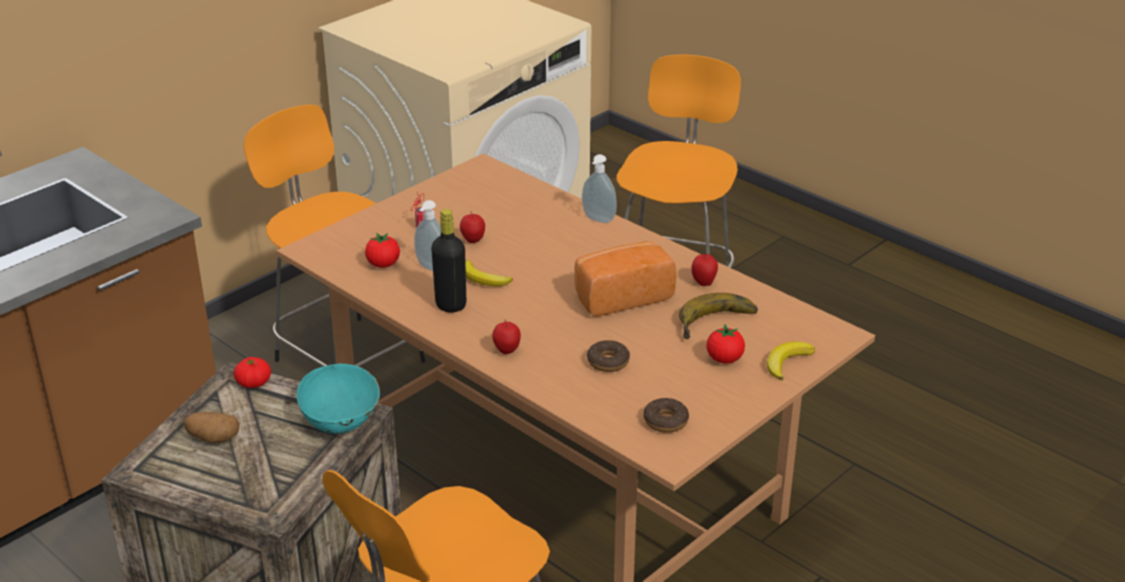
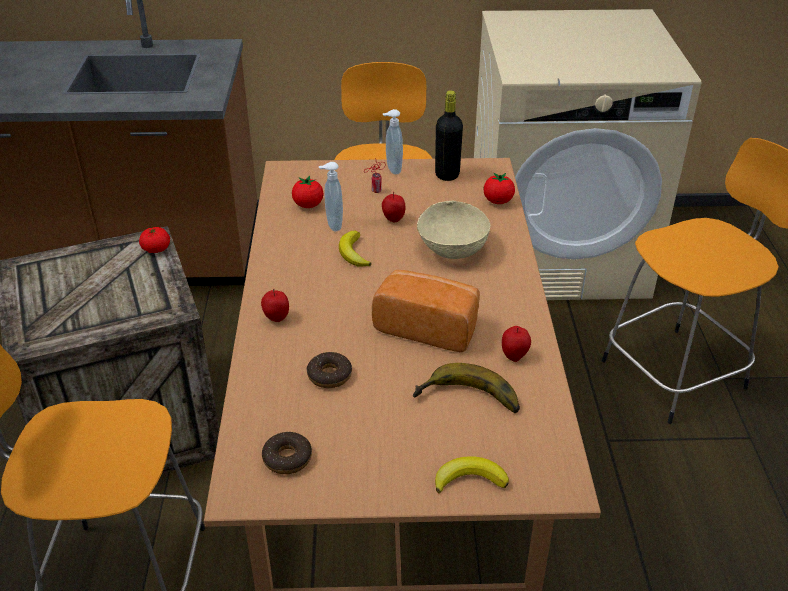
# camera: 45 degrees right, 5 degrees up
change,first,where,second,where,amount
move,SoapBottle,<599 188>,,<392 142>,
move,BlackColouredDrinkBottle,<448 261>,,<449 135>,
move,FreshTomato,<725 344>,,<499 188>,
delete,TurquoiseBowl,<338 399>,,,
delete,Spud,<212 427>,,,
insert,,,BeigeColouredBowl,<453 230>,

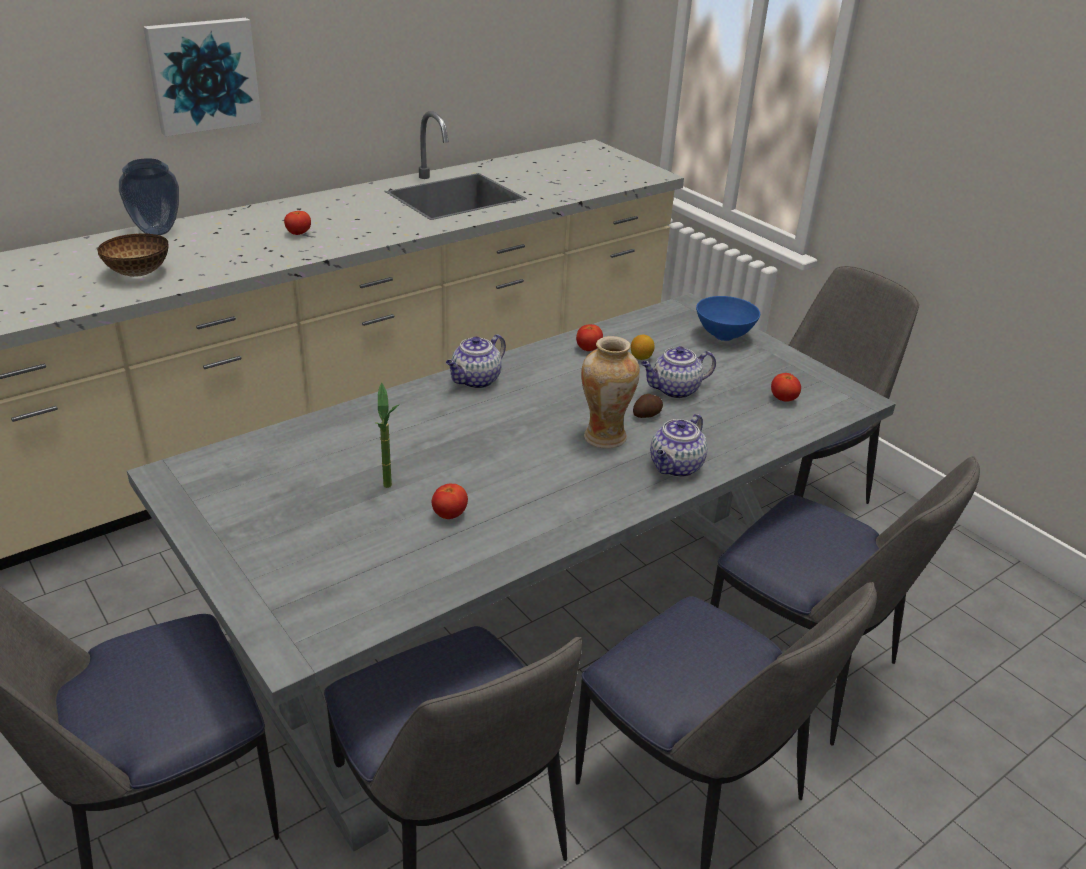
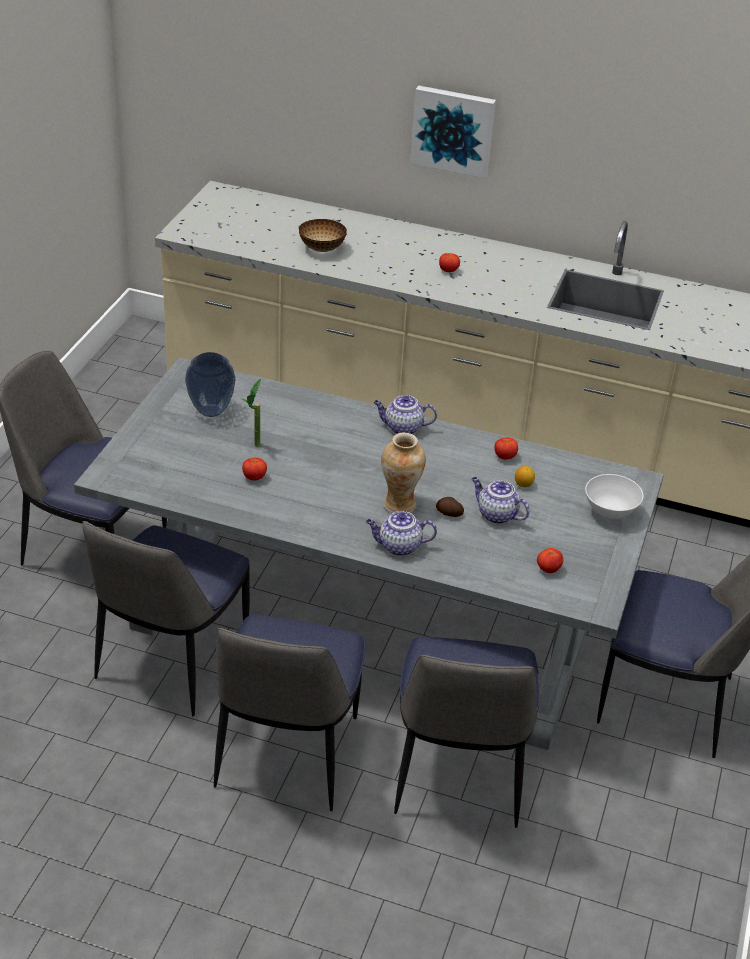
# camera: 55 degrees right, 5 degrees up
change,first,where,second,where,amount
move,DecorativeVase,<149 196>,,<210 384>,
recolor,BlueBowl,<728 318>,WhiteBowl,<614 496>,

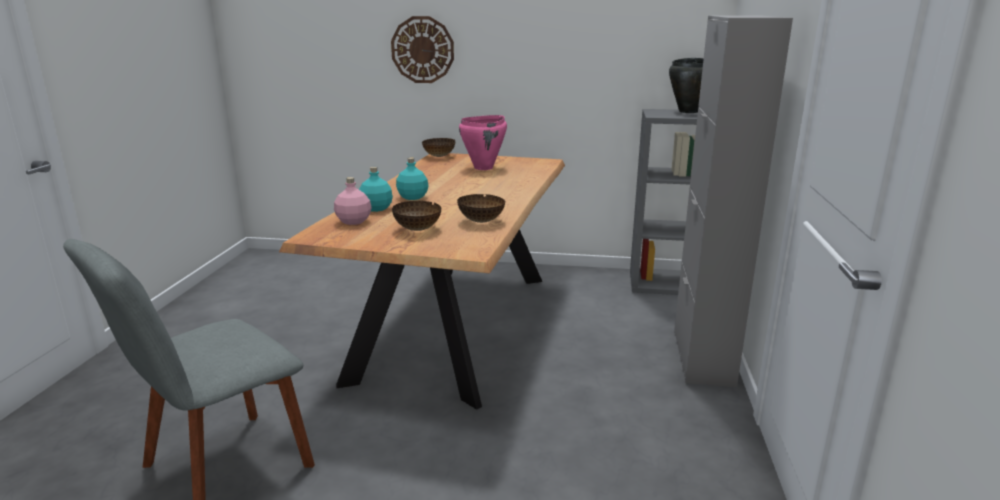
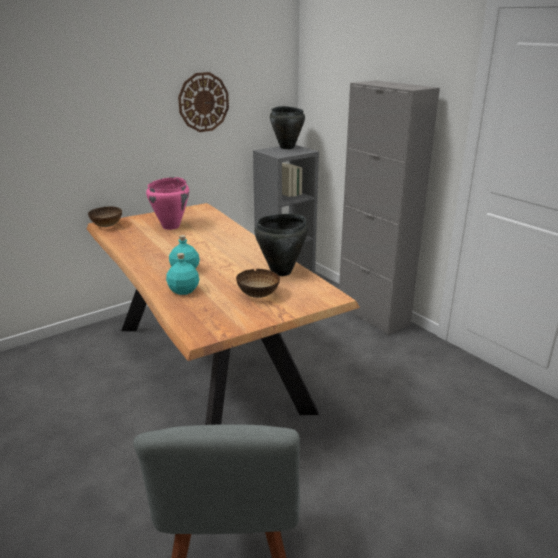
# camera: 45 degrees left, 5 degrees up
change,first,where,second,where,amount
move,WallClock,<422 49>,,<203 102>,
delete,PinkDrinkBottle,<353 201>,,,
replace,Bowl,<481 208>,BlackColouredSaucepot,<281 245>,

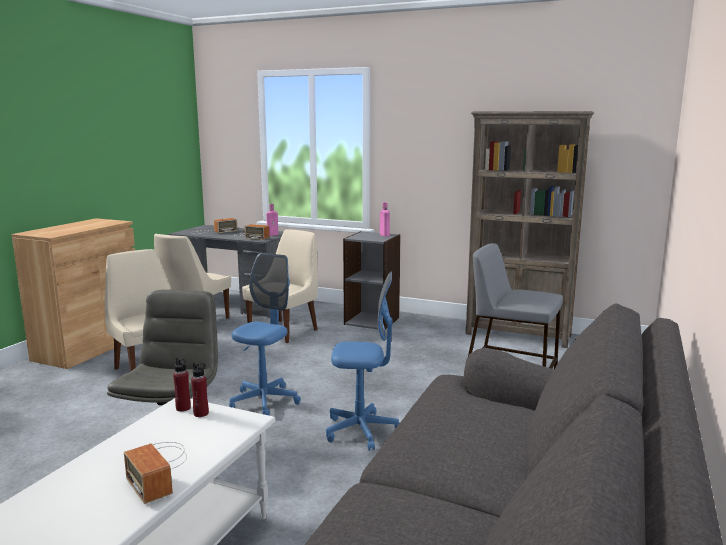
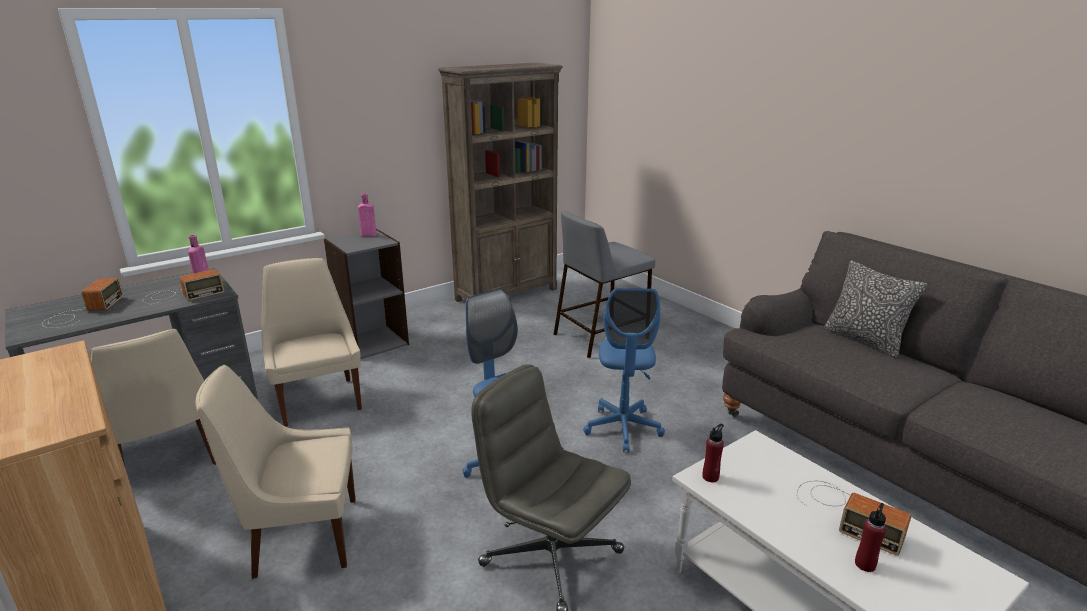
# camera: 60 degrees left, 10 degrees up
change,first,where,second,where,amount
rotate,BlueOfficeChair,<362 361>,,<624 370>,150 degrees clockwise
move,RedColouredDrinkBottle,<200 390>,,<870 537>,
rotate,RadioSet,<155 473>,,<854 518>,45 degrees clockwise
insert,,,Pillow,<875 309>,

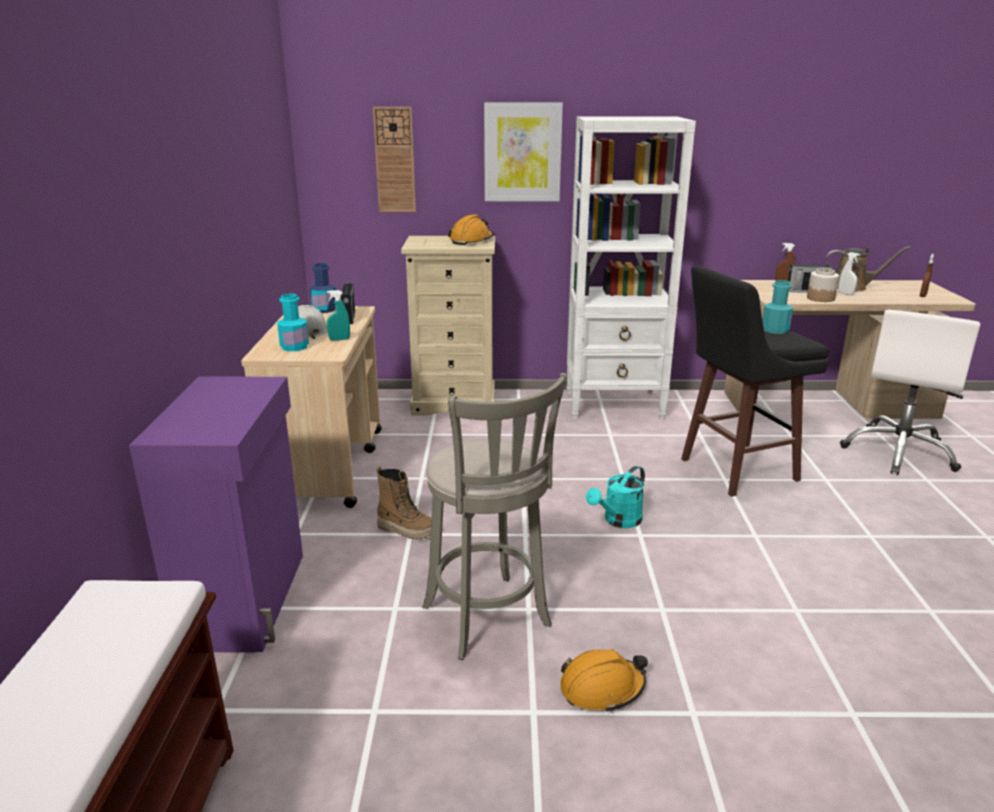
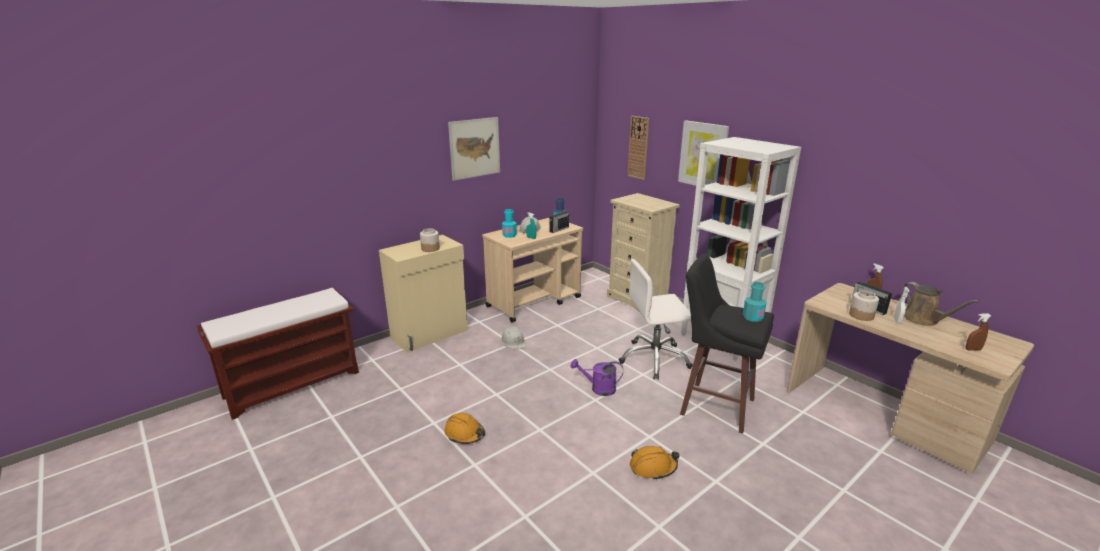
# camera: 50 degrees right, 0 degrees up
change,first,where,second,where,amount
move,OrangeSafetyHelmet,<470 229>,,<655 463>,
move,WhiteOfficeChair,<910 392>,,<656 319>,
delete,GreyishSittingStool,<494 516>,,,
recolor,PurpleCupboard,<216 514>,BeigeColouredCupboard,<423 293>,
replace,Boot,<403 503>,WhiteSafetyHelmet,<513 338>,
recolor,TurquoiseWateringPot,<615 497>,PurpleWateringPot,<597 377>,
insert,,,WallArt,<474 149>,
insert,,,Jar,<430 240>,

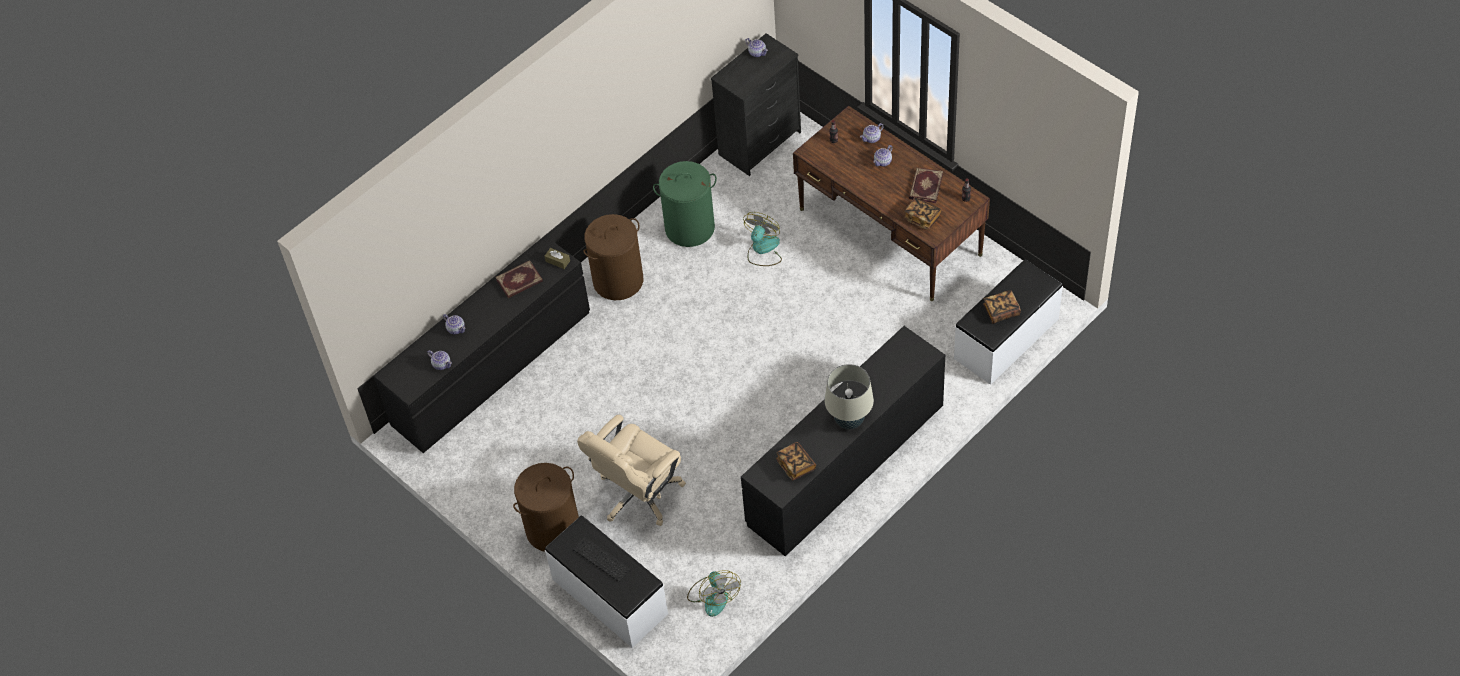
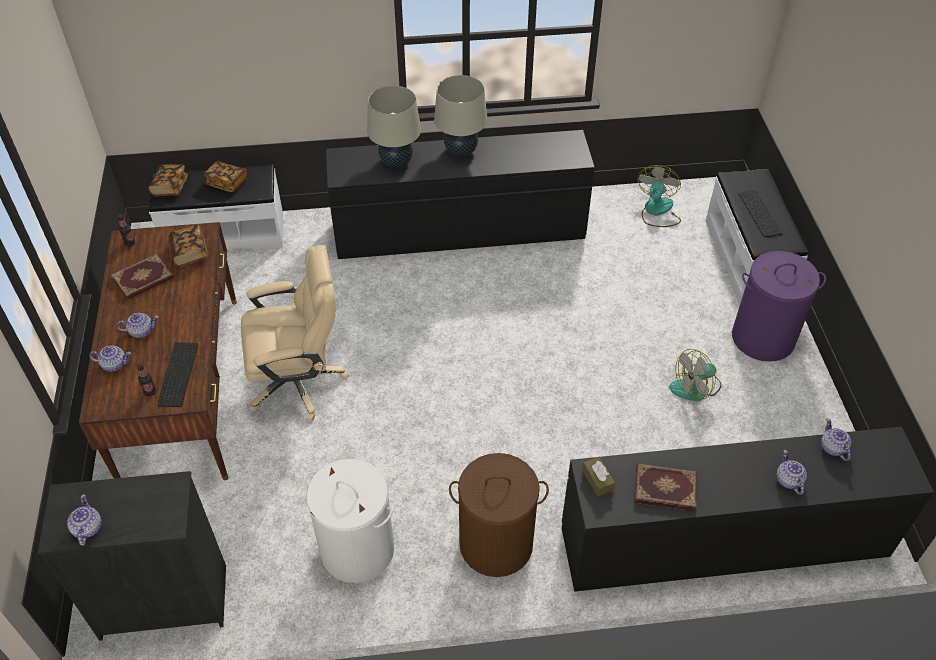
# camera: 145 degrees left, 5 degrees down
change,first,where,second,where,amount
recolor,GreenishHamper,<685 204>,WhiteHamper,<348 521>,
move,CoolingFan,<762 239>,,<695 375>,
move,BeigeColouredOfficeChair,<631 470>,,<295 333>,
move,Volume,<796 461>,,<168 180>,
recolor,BrownColouredHamper,<546 507>,PurpleHamper,<779 306>,
insert,,,BeigeColouredTabletopLamp,<394 126>,
insert,,,Keyboard,<177 374>,

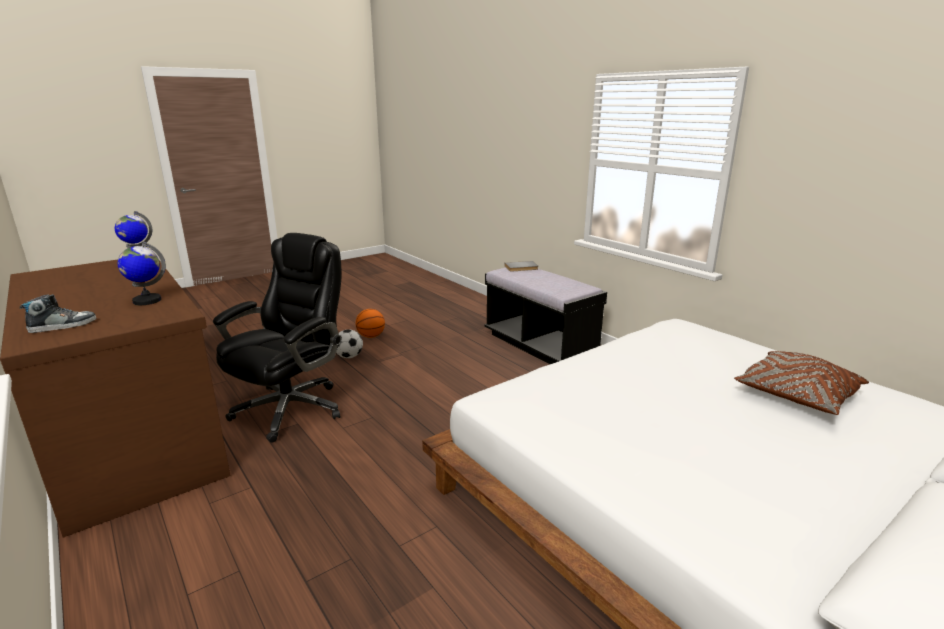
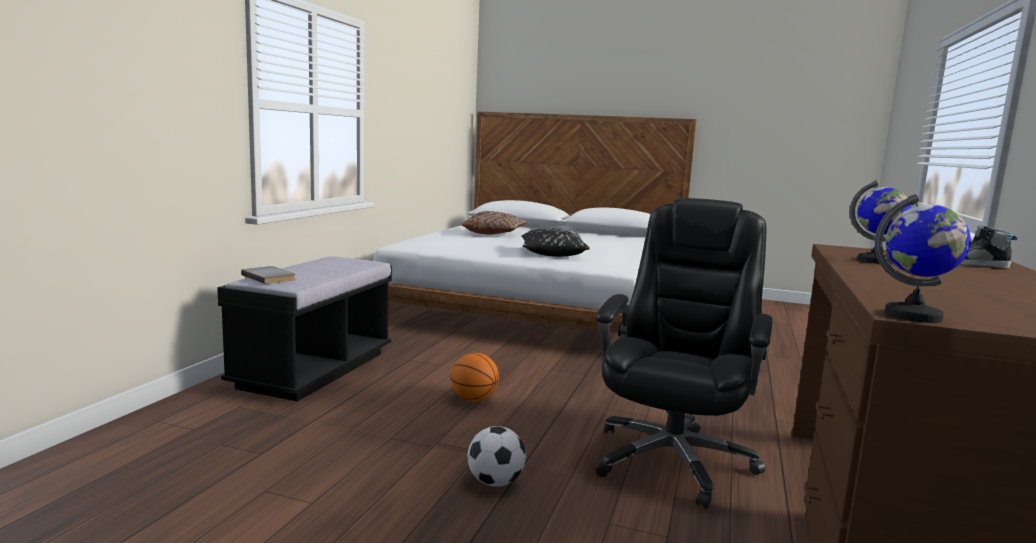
# camera: 125 degrees left, 10 degrees down
change,first,where,second,where,amount
rotate,BlackColouredOfficeChair,<277 338>,,<684 353>,120 degrees clockwise
move,Basketball,<370 323>,,<475 377>,
insert,,,BlackColouredPillow,<555 242>,

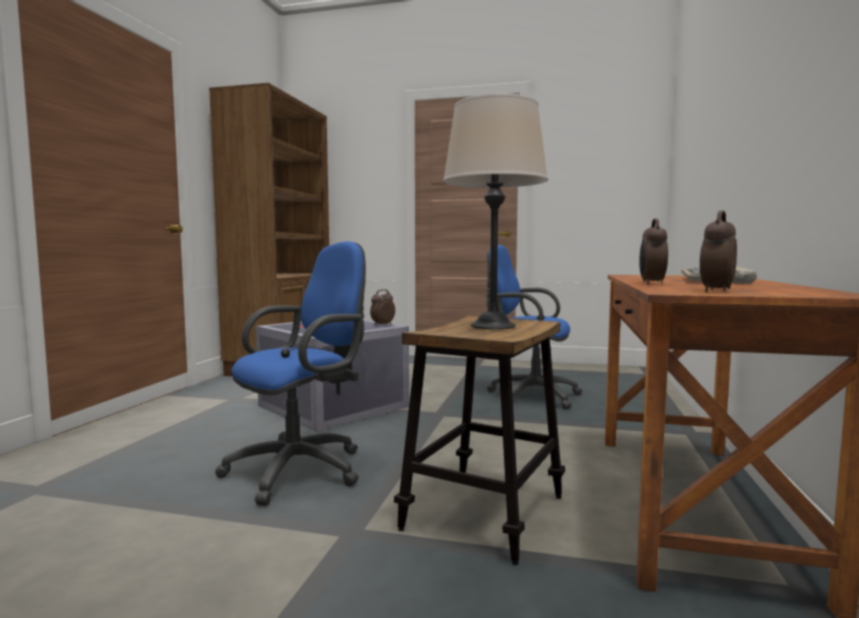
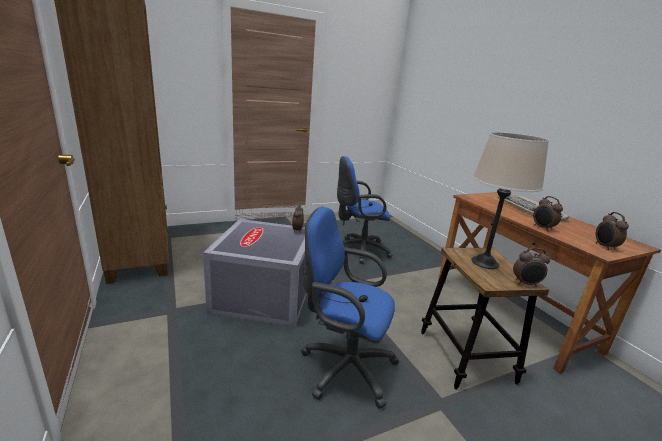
# camera: 40 degrees left, 15 degrees up
change,first,where,second,where,amount
rotate,BlueOfficeChair,<290 373>,,<350 308>,75 degrees counterclockwise
insert,,,BedsideClock,<531 267>,

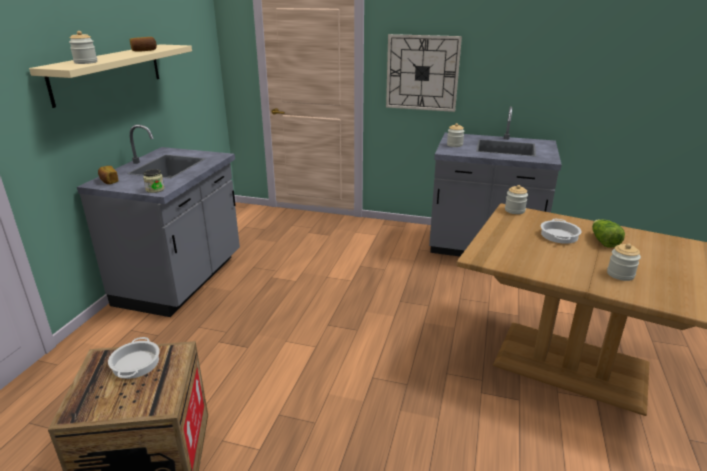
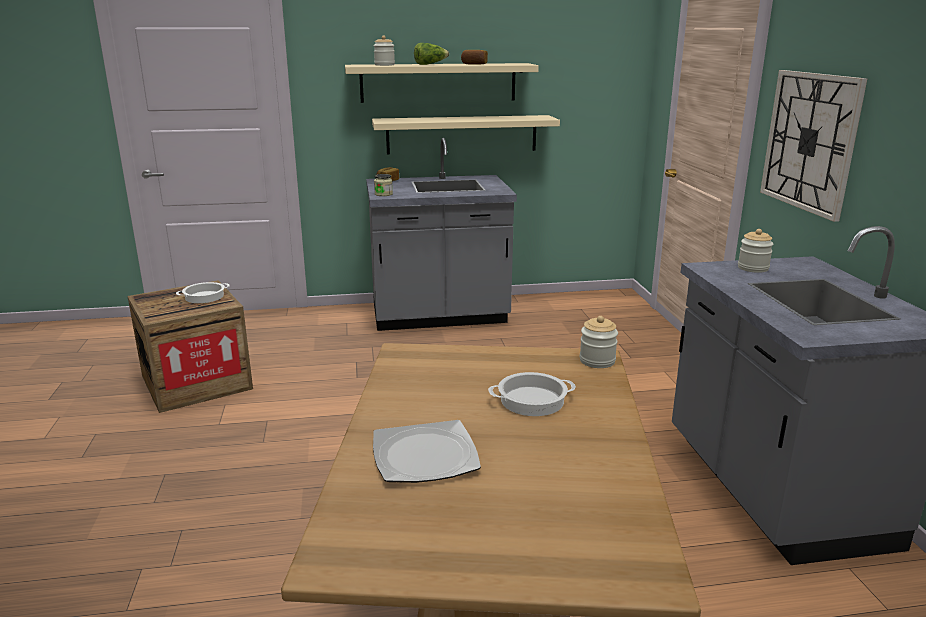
# camera: 65 degrees right, 5 degrees down
change,first,where,second,where,amount
move,HeadOfLettuce,<608 233>,,<431 54>,
replace,Jar,<624 262>,DinnerPlate,<427 451>,
insert,,,BeigeColouredBracketShelf,<466 135>,

